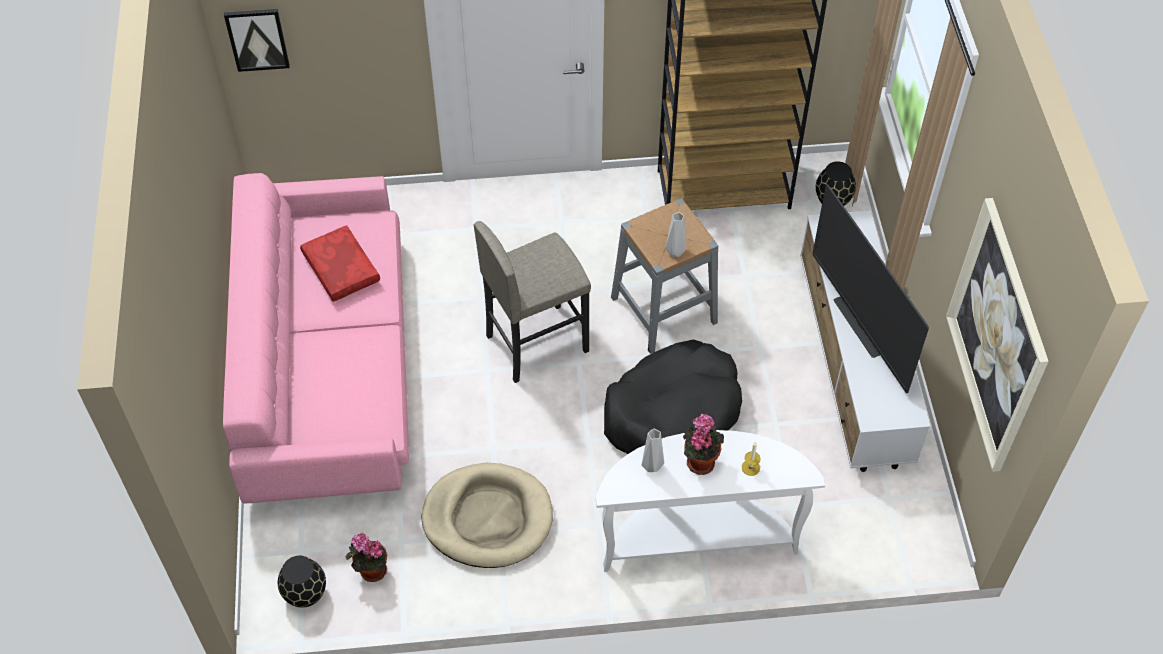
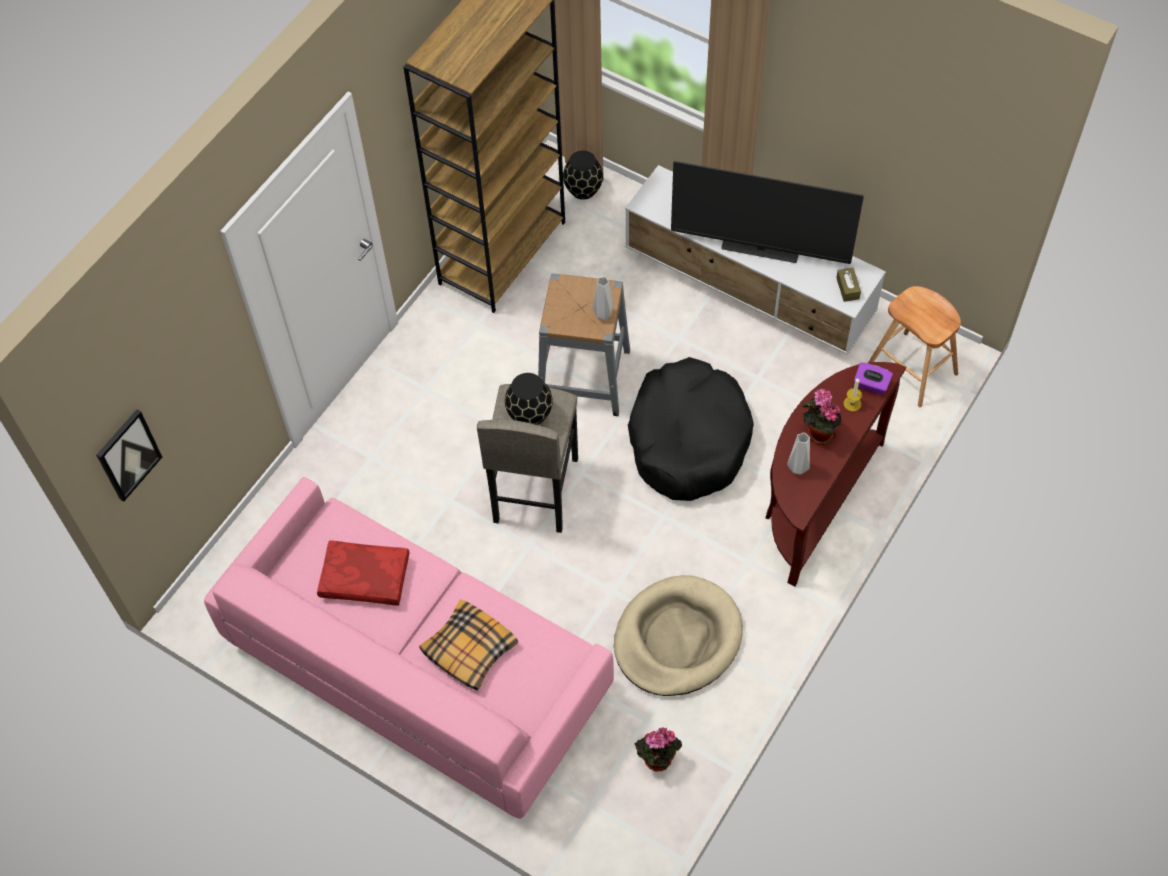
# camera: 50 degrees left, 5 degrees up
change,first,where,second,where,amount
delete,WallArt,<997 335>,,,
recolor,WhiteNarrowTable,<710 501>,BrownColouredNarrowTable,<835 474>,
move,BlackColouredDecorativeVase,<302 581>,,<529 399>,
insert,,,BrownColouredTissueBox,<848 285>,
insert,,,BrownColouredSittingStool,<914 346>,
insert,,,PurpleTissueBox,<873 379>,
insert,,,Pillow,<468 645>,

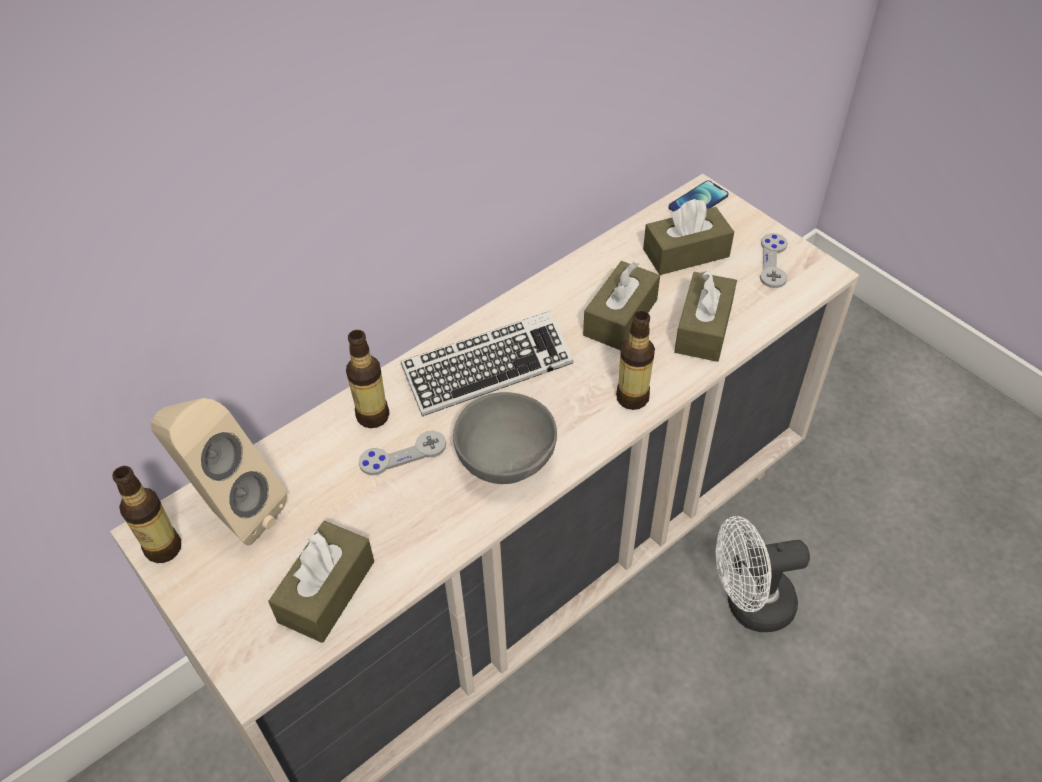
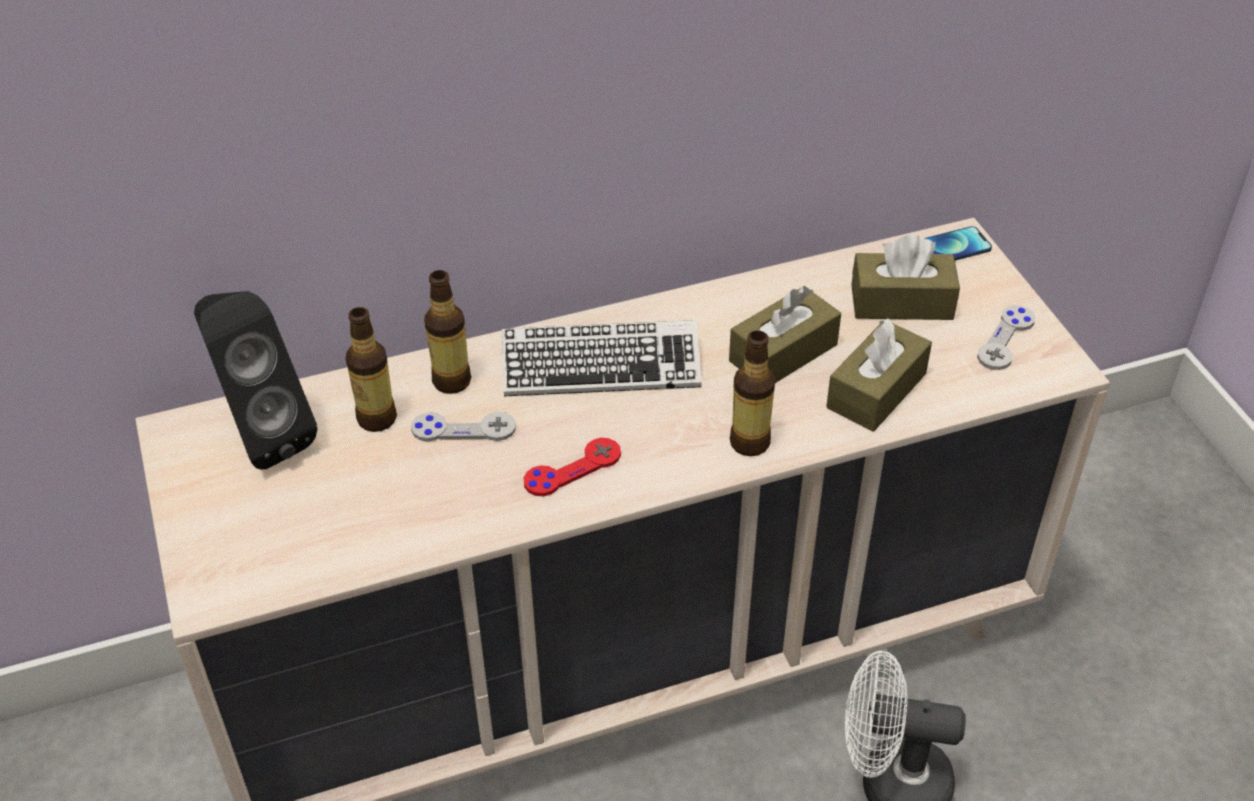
# camera: 20 degrees right, 5 degrees down
change,first,where,second,where,amount
replace,GreyishBowl,<505 438>,RedColouredJoypad,<572 467>,
recolor,BeigeColouredSpeaker,<219 472>,BlackColouredSpeaker,<255 380>,
move,DrinkBottle,<146 514>,,<371 369>,
delete,BrownColouredTissueBox,<321 582>,,,

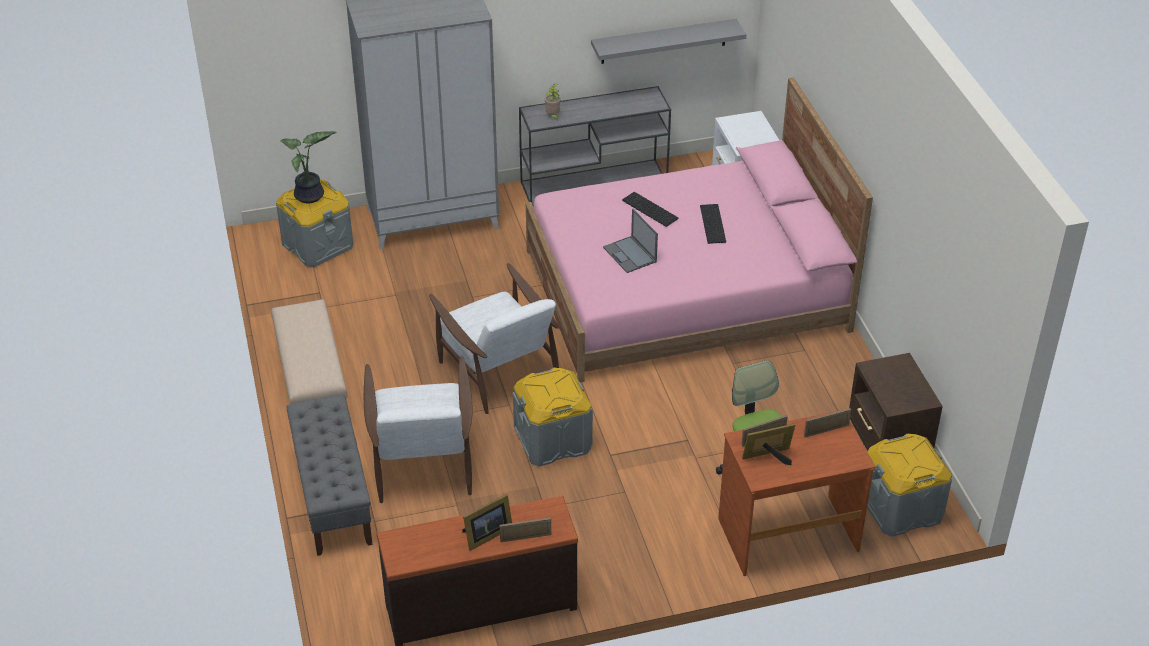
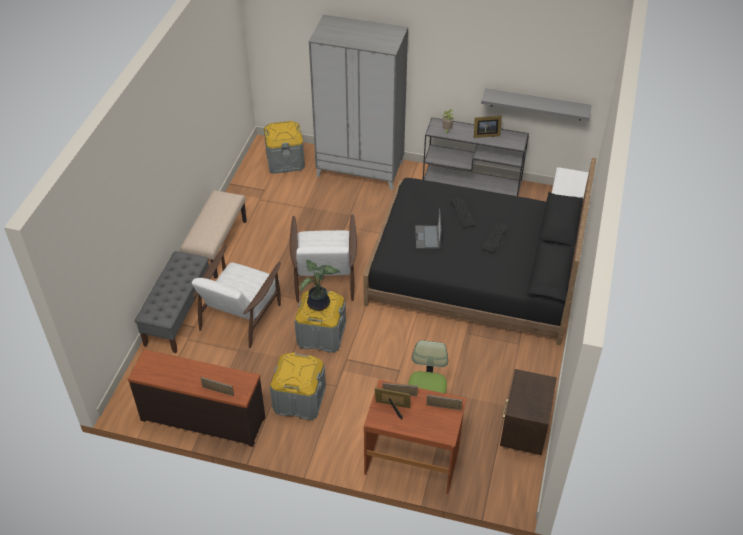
# camera: 30 degrees right, 5 degrees up
change,first,where,second,where,amount
recolor,PinkBed,<699 230>,BlackColouredBed,<480 251>,
move,Houseplant,<308 167>,,<320 285>,
move,GreyishStorageBox,<909 485>,,<298 386>,
move,PictureFrame,<487 522>,,<488 127>,

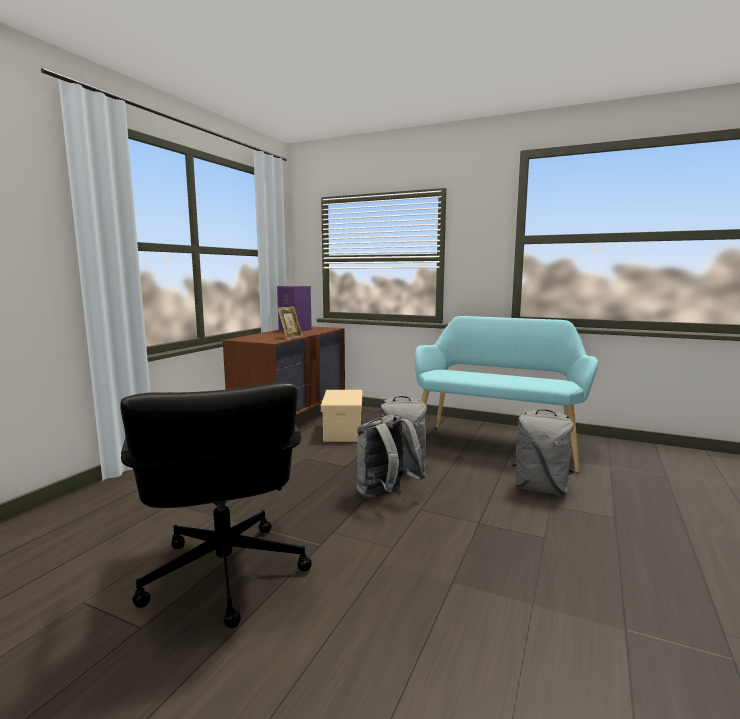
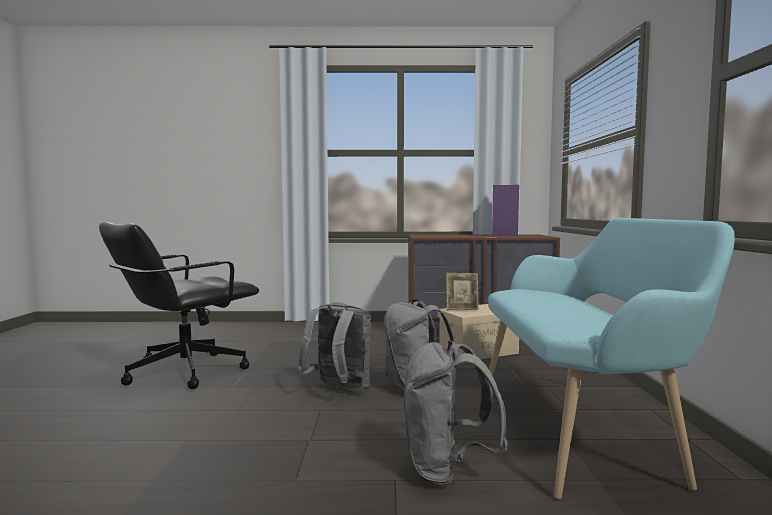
# camera: 65 degrees right, 5 degrees down
change,first,where,second,where,amount
move,PictureFrame,<289 323>,,<462 291>,

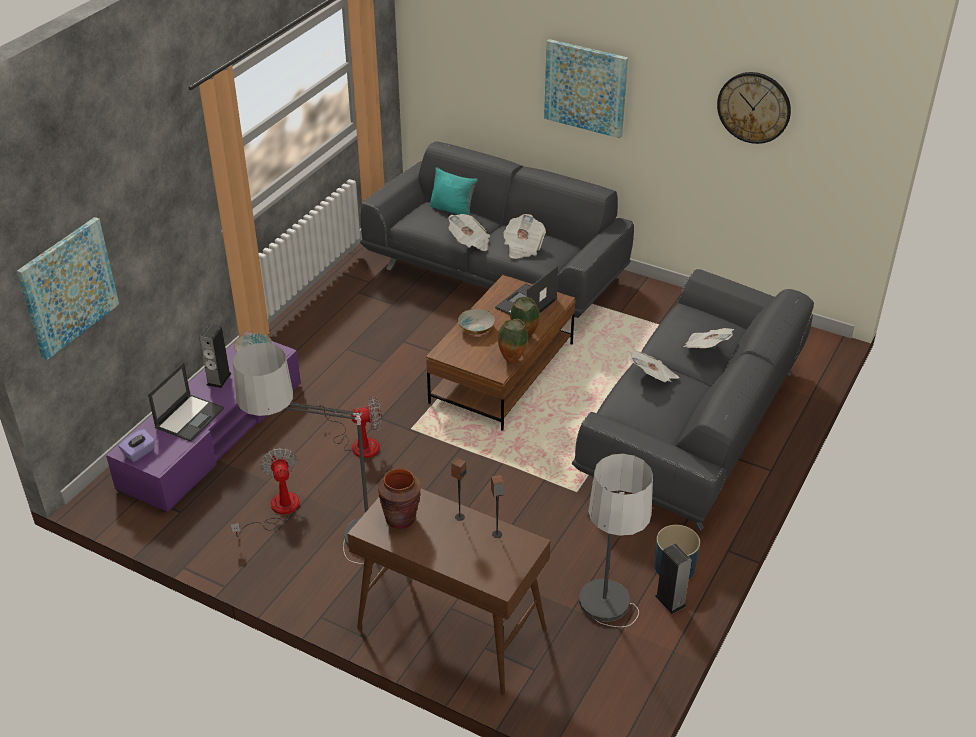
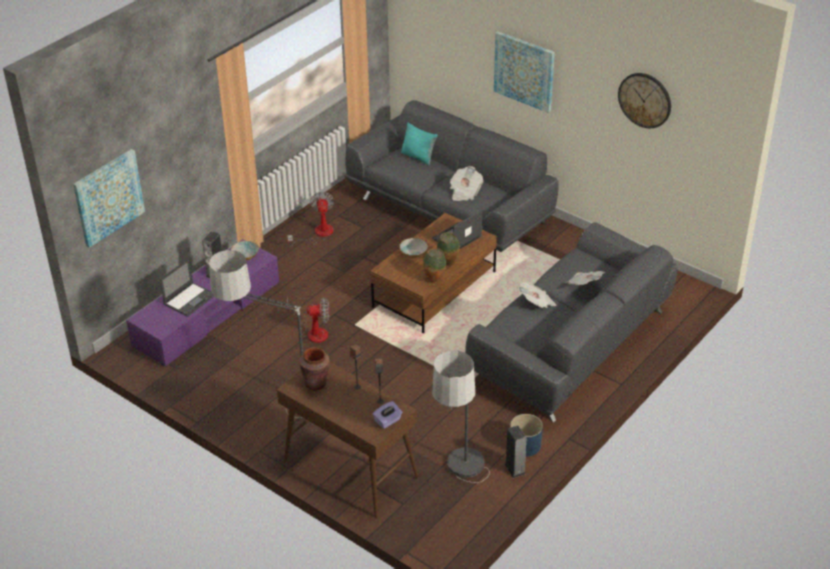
# camera: 10 degrees right, 0 degrees up
change,first,where,second,where,amount
delete,PrintedPaper,<469 232>,,,
move,PurpleTissueBox,<136 445>,,<388 415>,
move,CoolingFan,<265 493>,,<310 218>,

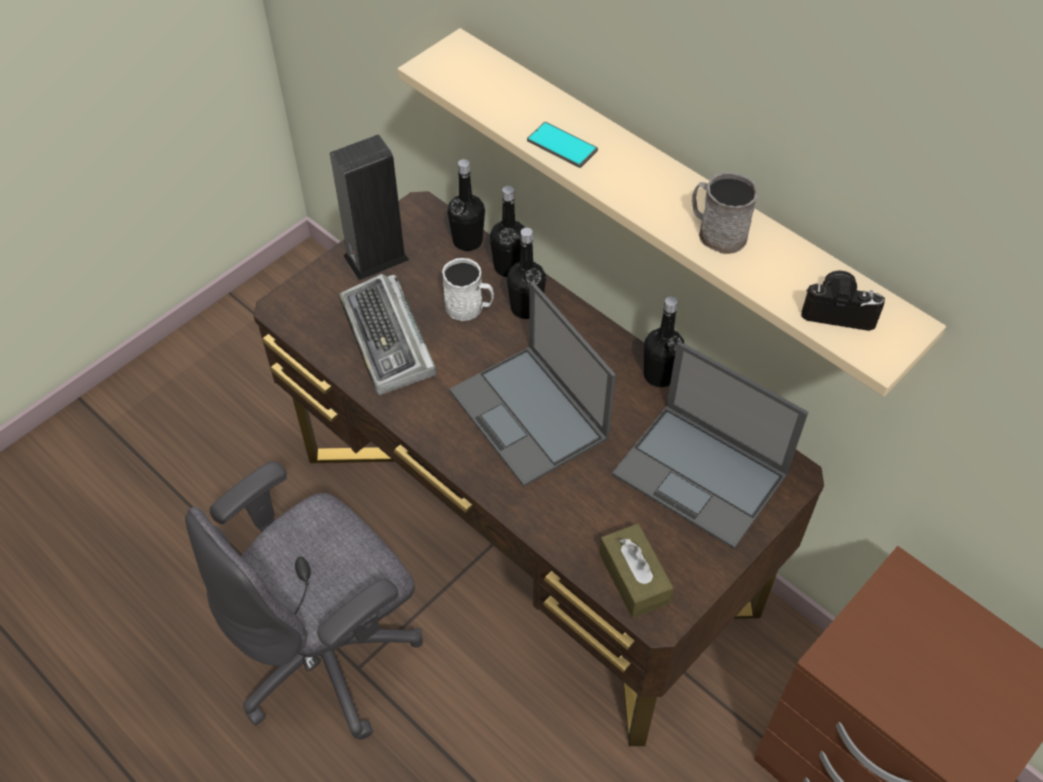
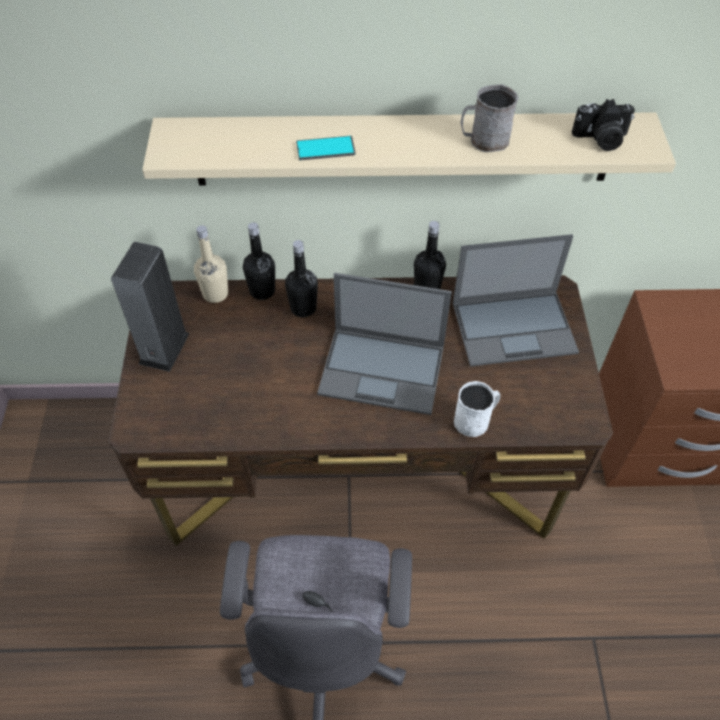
# camera: 45 degrees left, 0 degrees up
change,first,where,second,where,amount
recolor,BlackColouredDrinkBottle,<466 205>,BeigeColouredDrinkBottle,<211 264>,
move,WhiteTeaMug,<468 289>,,<477 409>,
rotate,StillCamera,<843 301>,,<603 125>,150 degrees counterclockwise
delete,Keyboard,<388 334>,,,
delete,BrownColouredTissueBox,<636 570>,,,

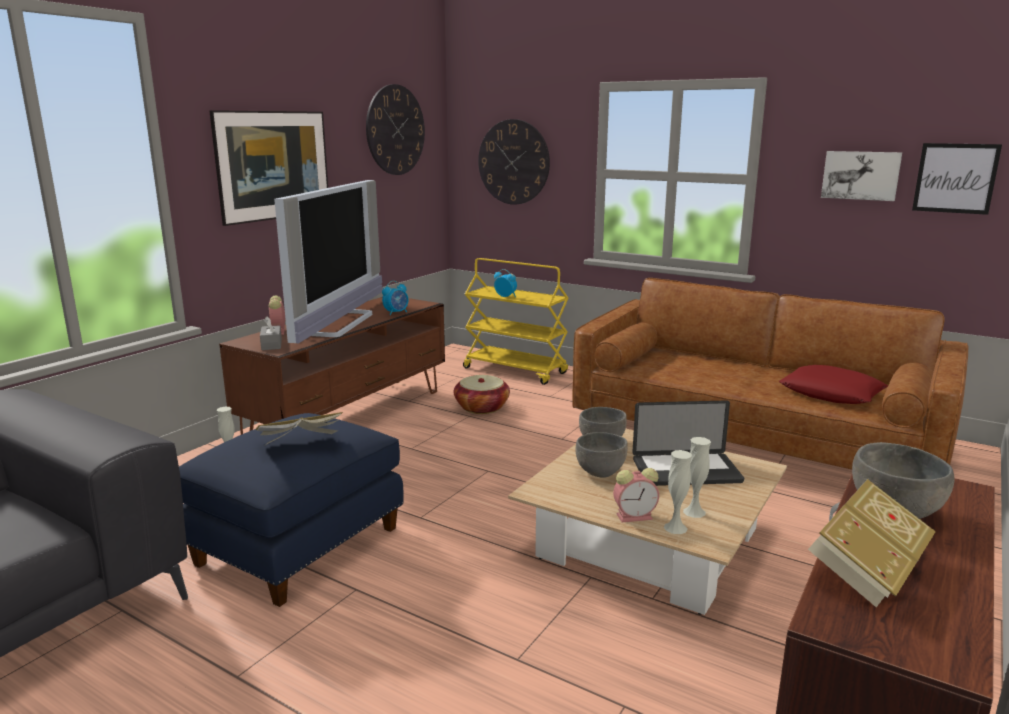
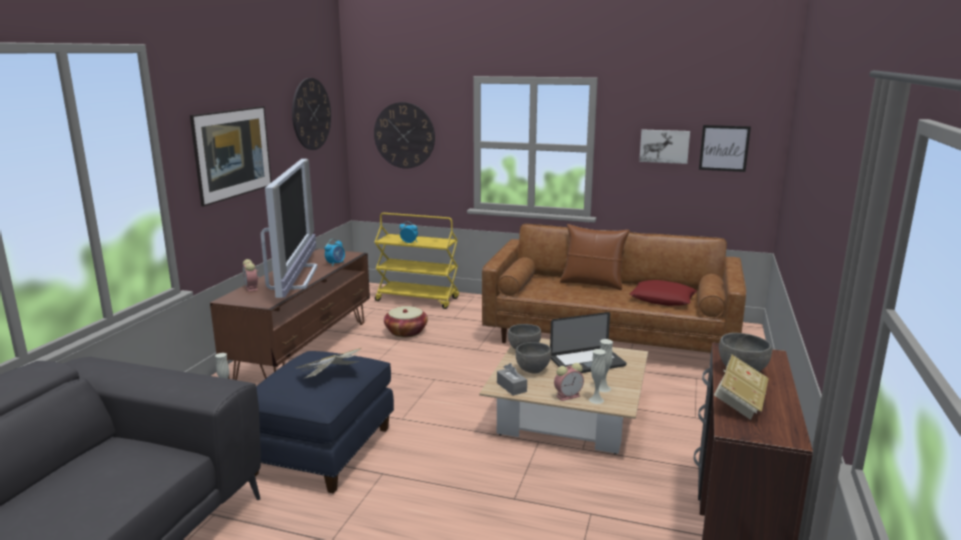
# camera: 15 degrees left, 0 degrees up
change,first,where,second,where,amount
move,GreyishTissueBox,<271 333>,,<512 379>,
insert,,,BrownColouredPillow,<595 257>,

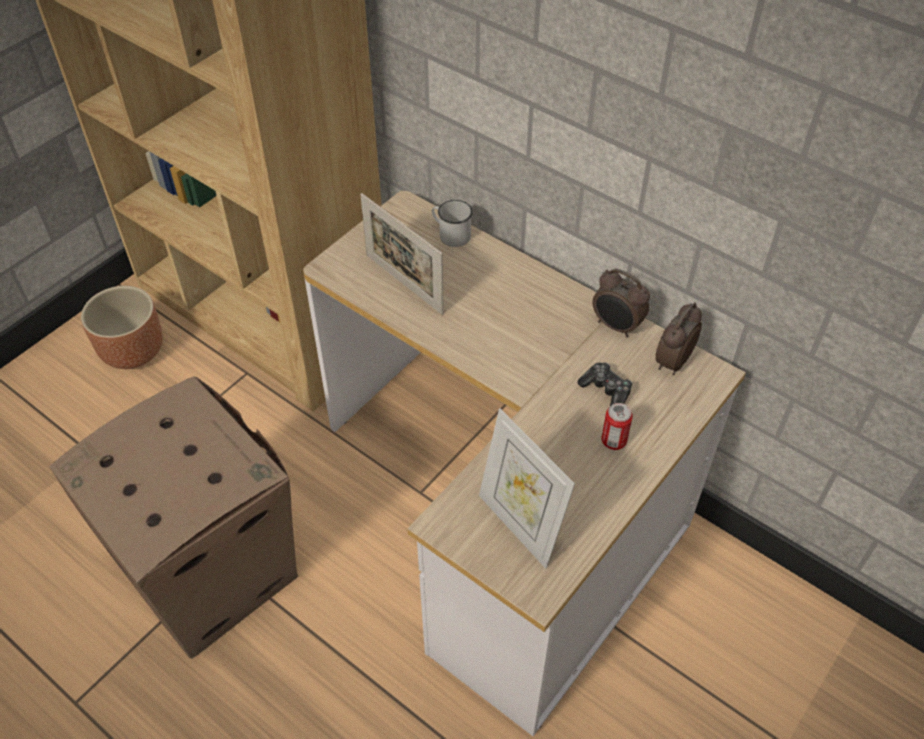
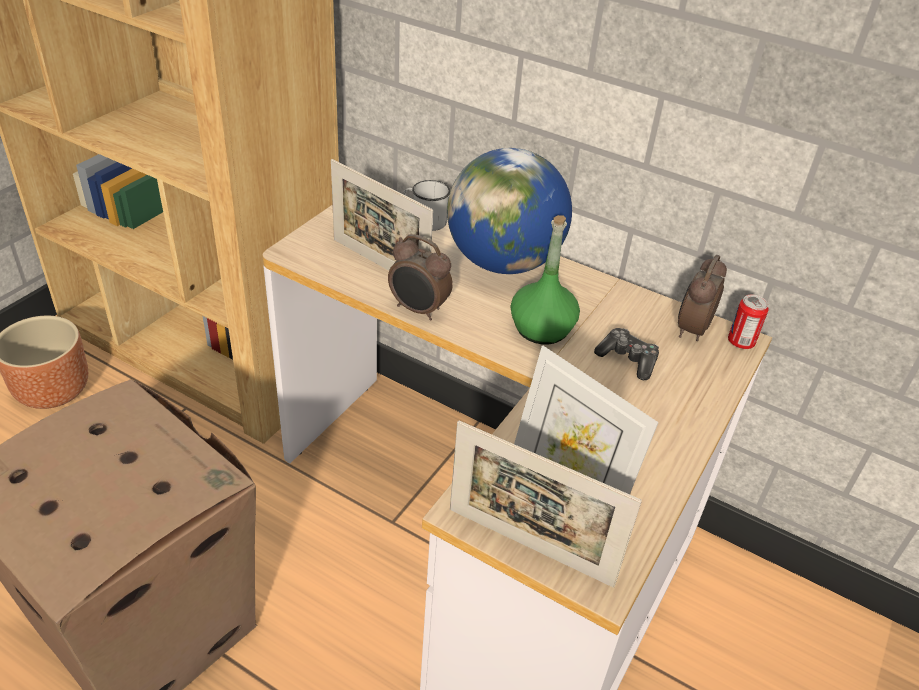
# camera: 10 degrees left, 10 degrees down
change,first,where,second,where,amount
move,BedsideClock,<621 303>,,<420 277>,
move,SealedCan,<617 426>,,<748 322>,
insert,,,Globe,<509 211>,
insert,,,GreenishDrinkBottle,<545 279>,
insert,,,PictureFrame,<546 503>,

